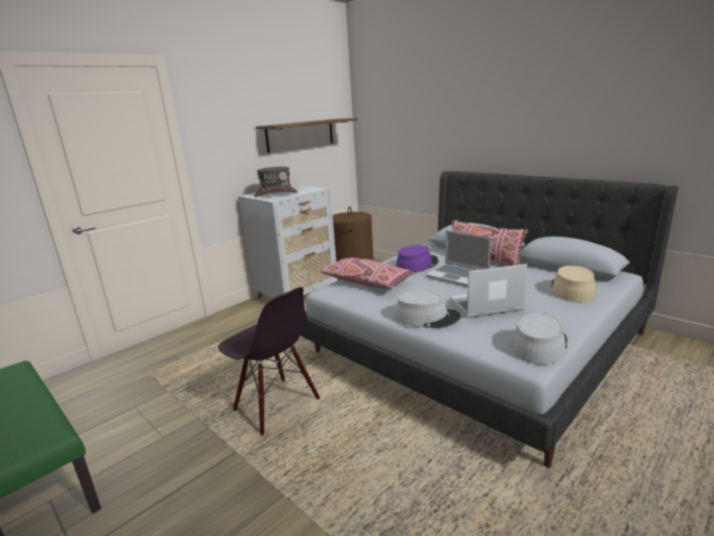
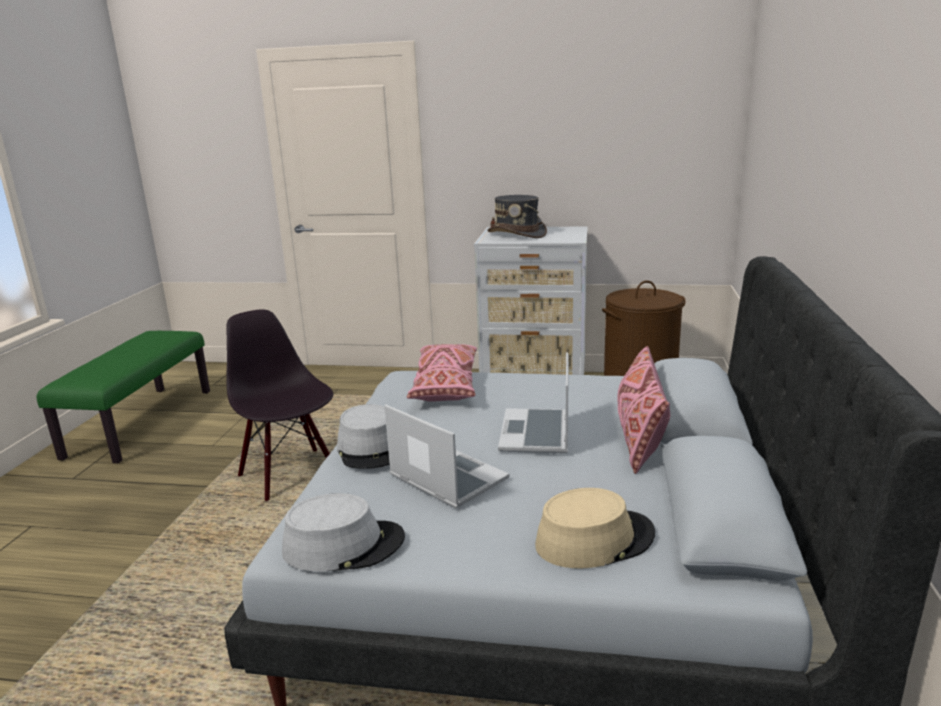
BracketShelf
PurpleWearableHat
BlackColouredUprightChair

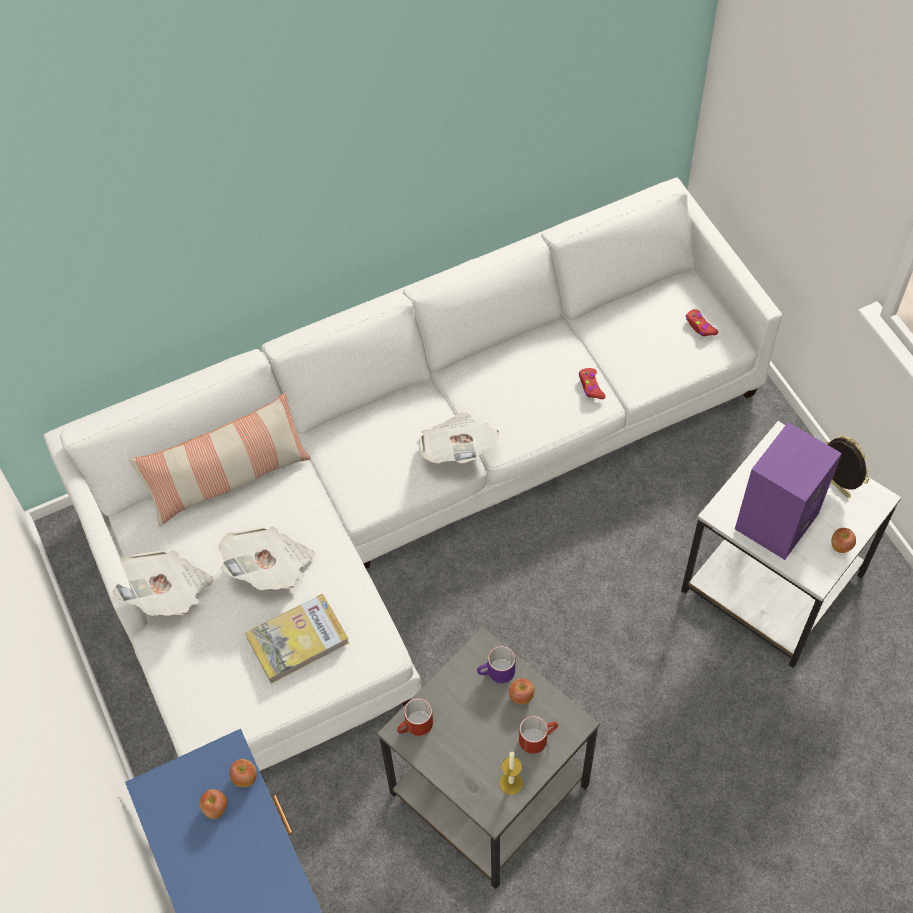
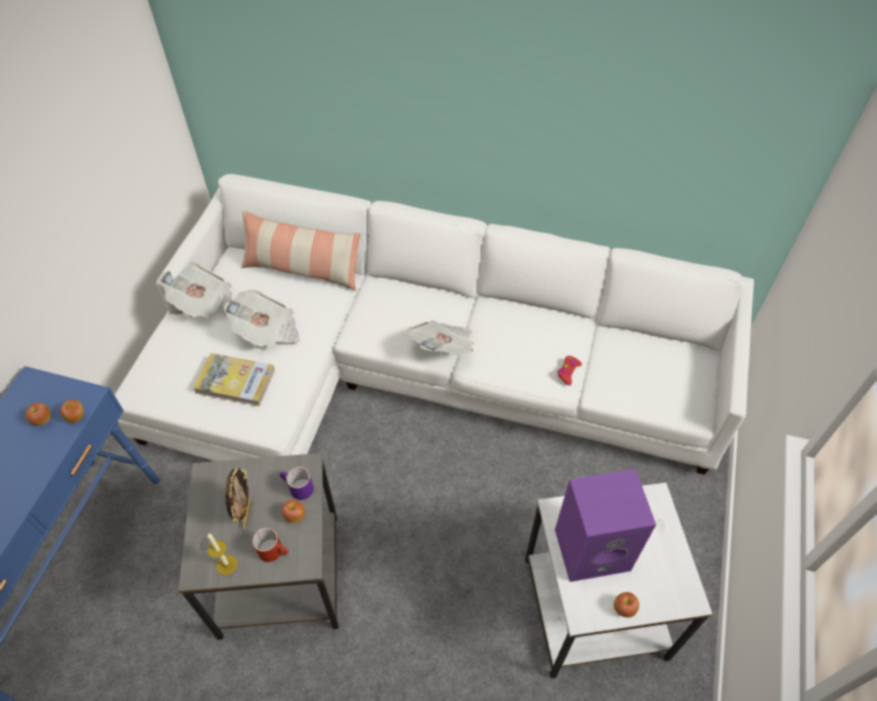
RedGamepad (2nd from left in the first image)
StandingFrame
RedCoffeeMug (1st from left in the first image)

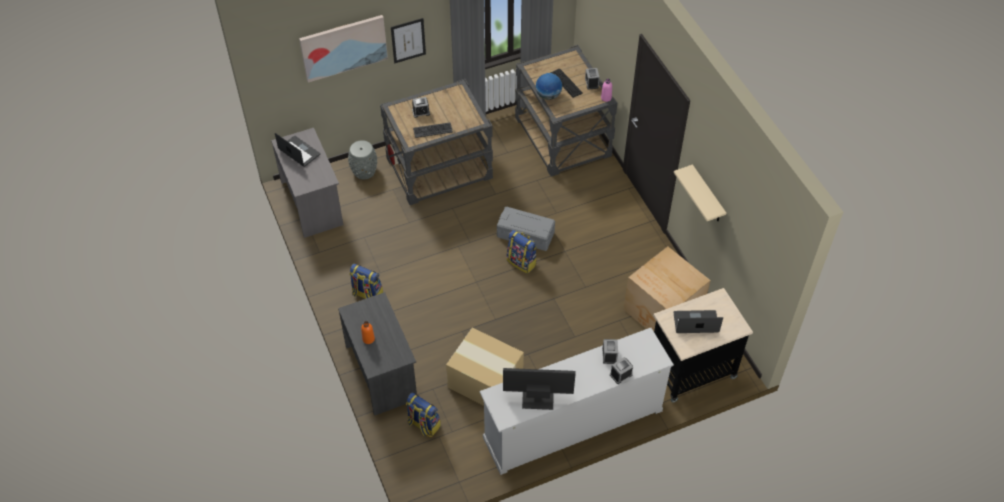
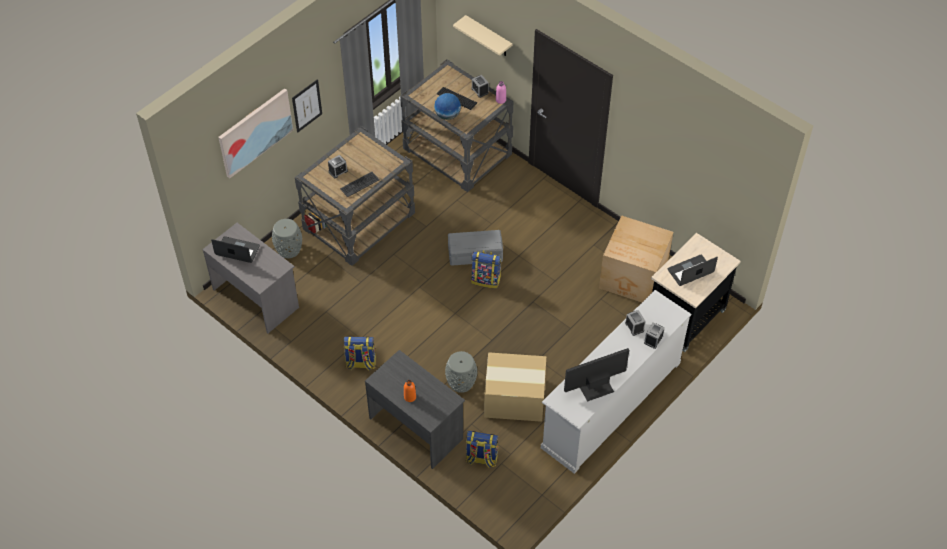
BeigeBracketShelf
GreyishStool (2nd from left)

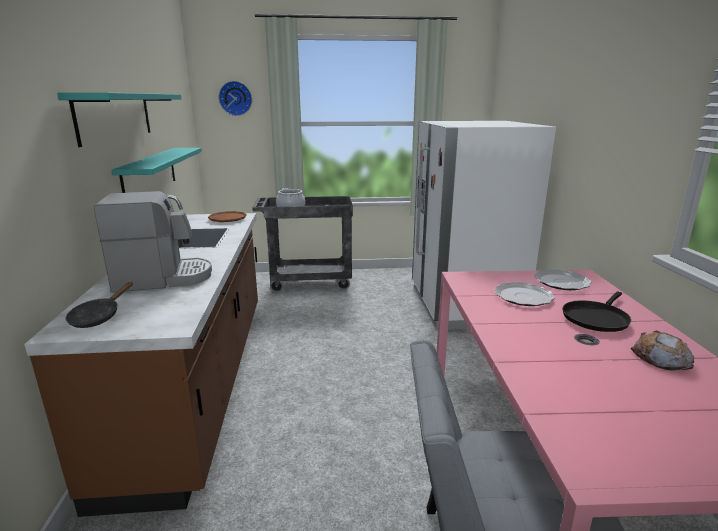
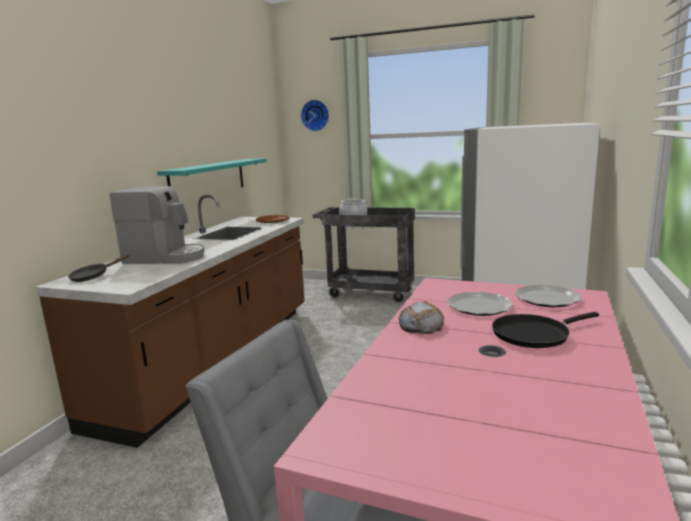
TurquoiseColouredBracketShelf (1st from left in the first image)
BakeryBread

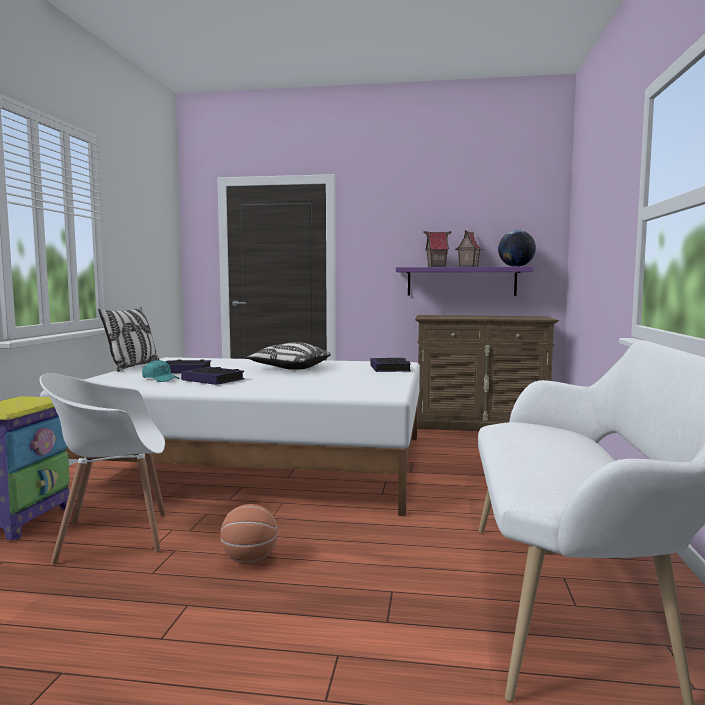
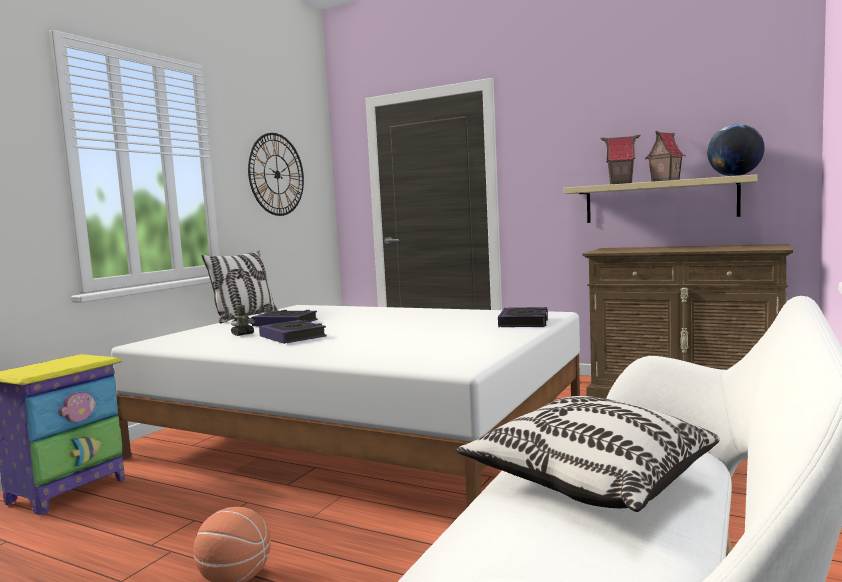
BeigeBracketShelf
Pillow (2nd from left)
ModelRobot
WhiteUprightChair
WallClock

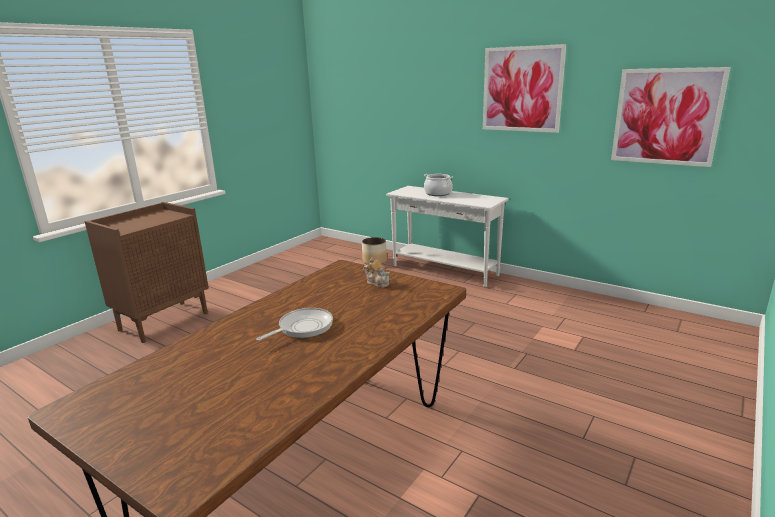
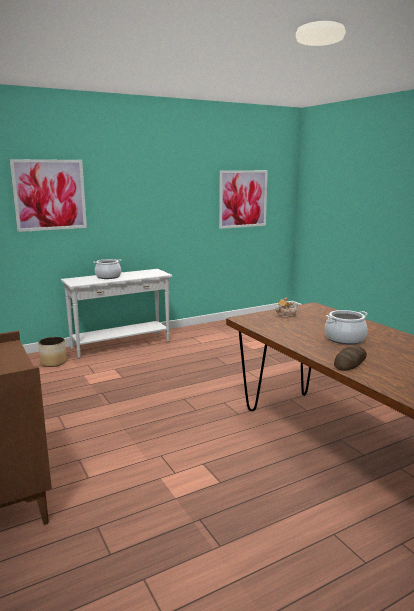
WallArt (1st from left)
CookingPot (2nd from left)
BakeryBread

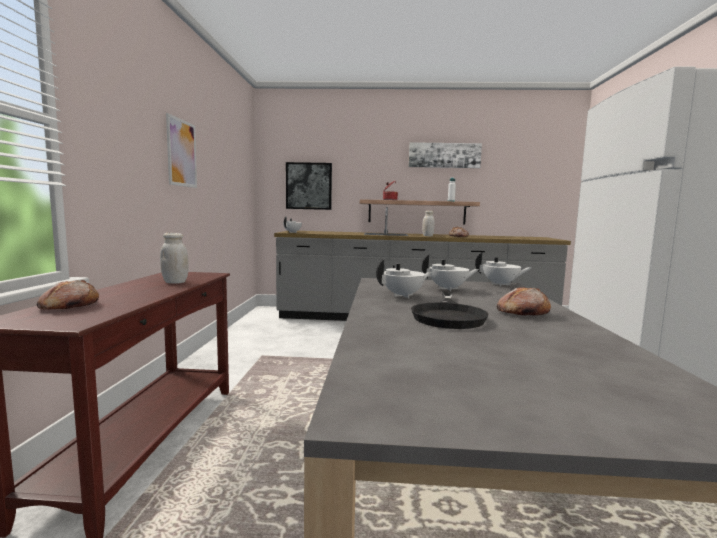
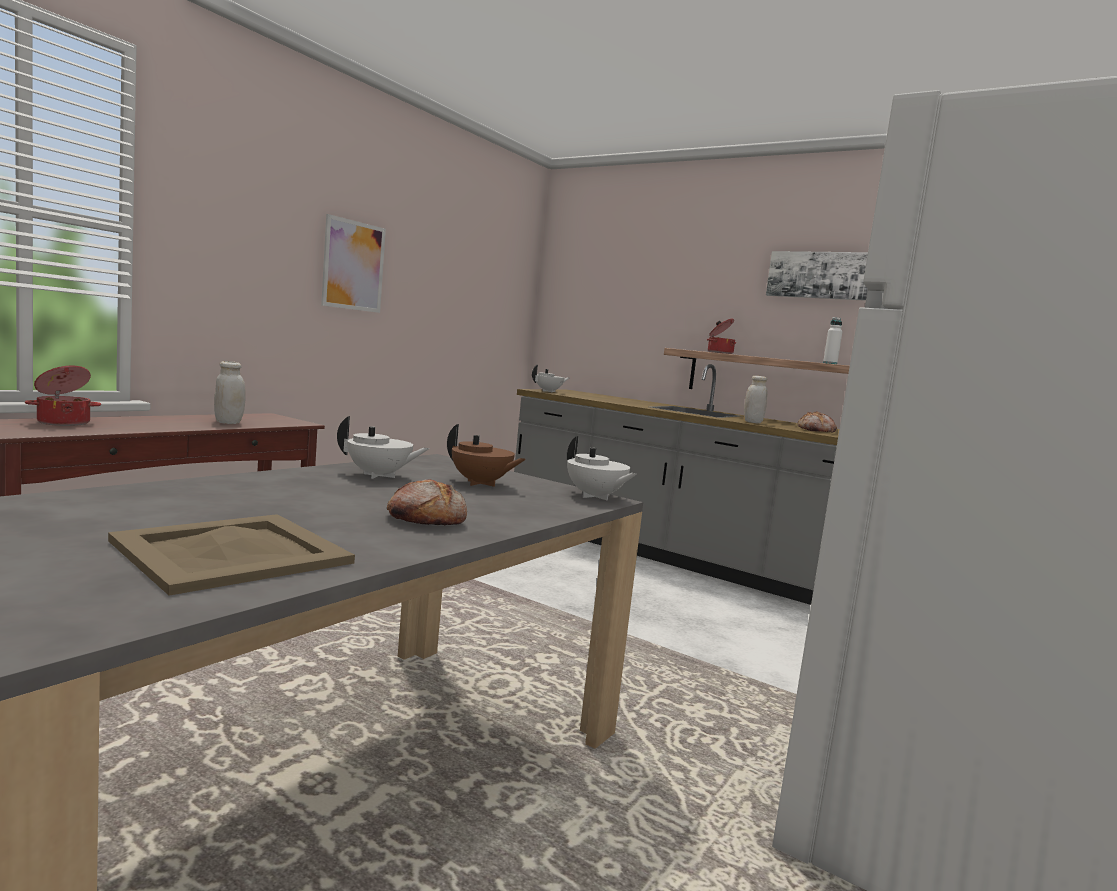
WallArt (2nd from left in the first image)
BrownColouredTeaPot
CookingPot (1st from left)
BlackColouredFryingPan
BeigeCarryingTray

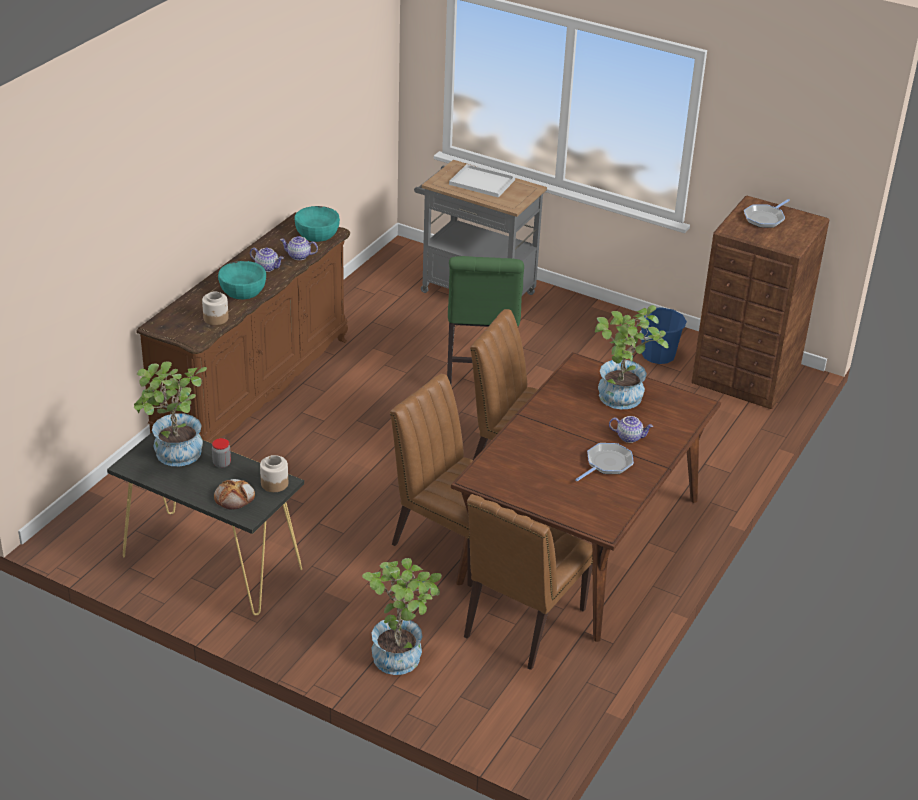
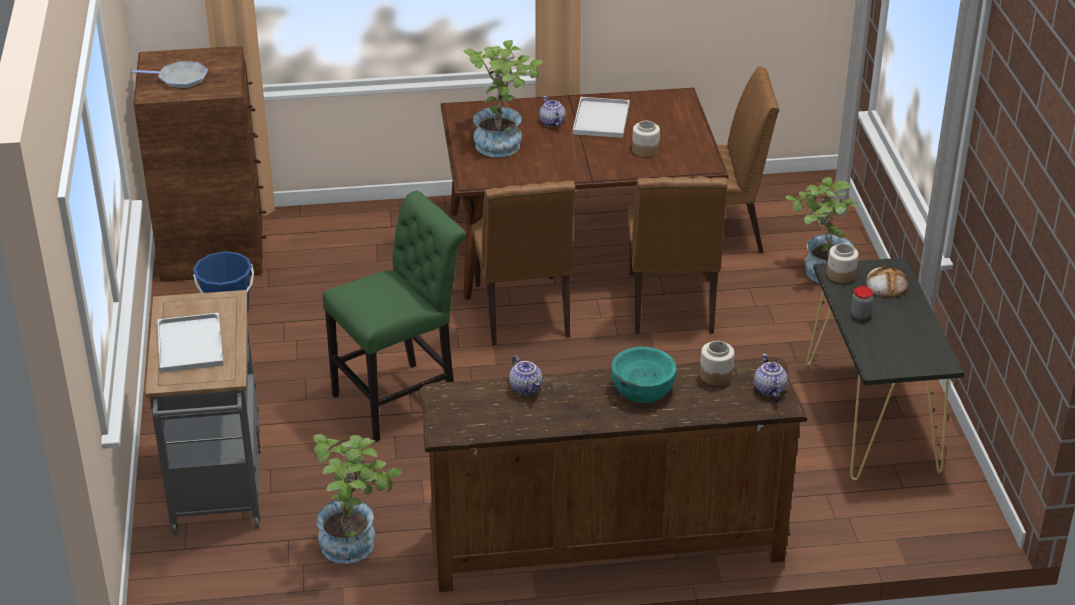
TurquoiseColouredServingBowl (2nd from left in the first image)
TeaPot (3rd from left)
Houseplant (1st from left)
WhiteCarryingTray (2nd from left)
Jar (1st from left)

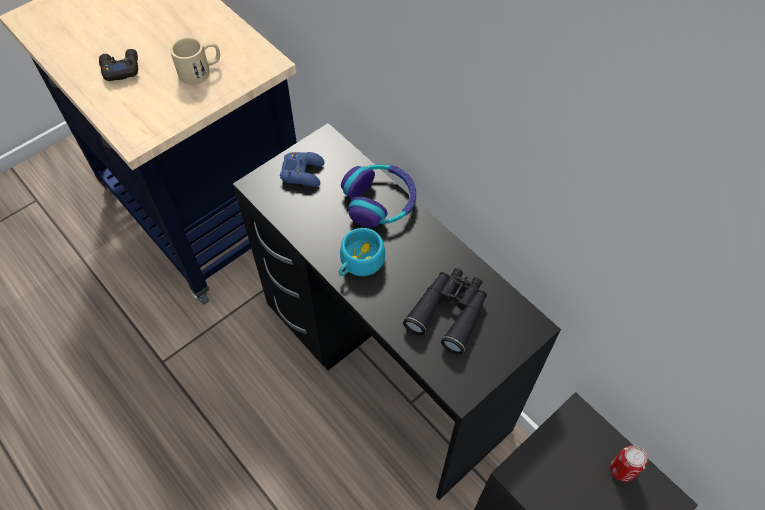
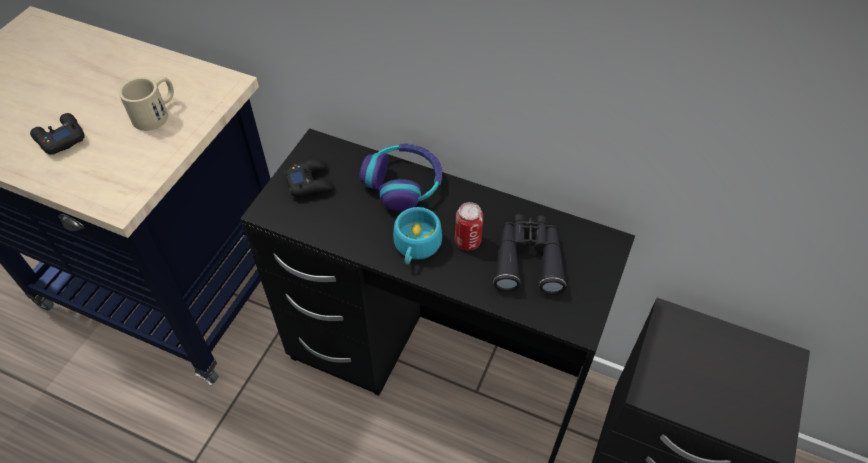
BlackColouredGamepad (2nd from left)
Can

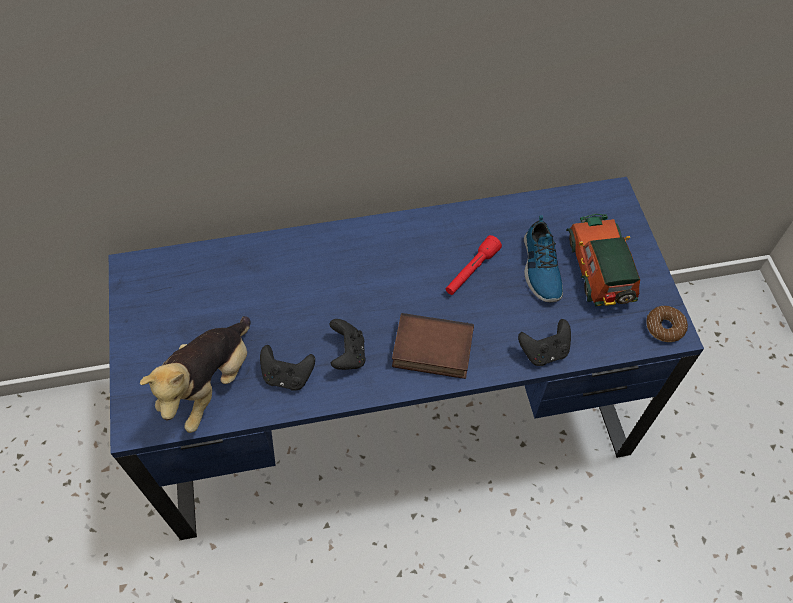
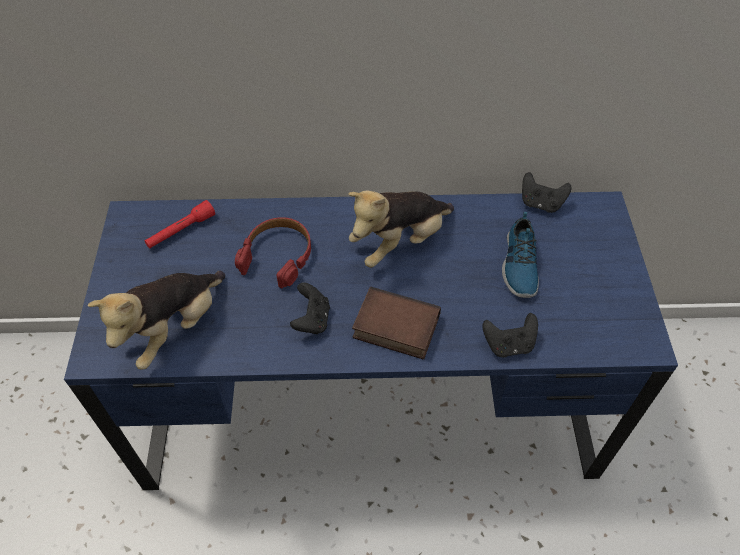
MiniatureCar
RedHandTorch
Doughnut
BlackColouredGamepad (3rd from left)
SoftToy (2nd from left)
RedPairOfHeadphones

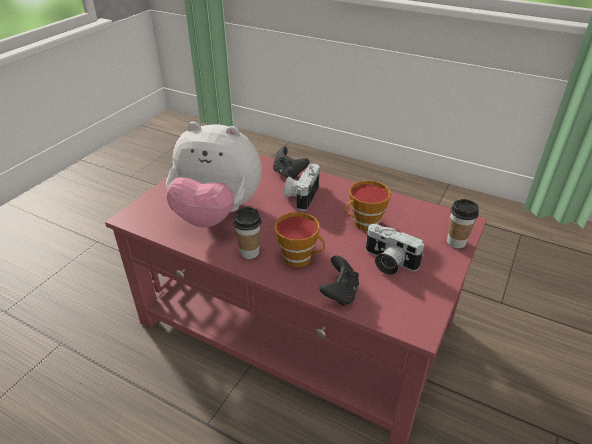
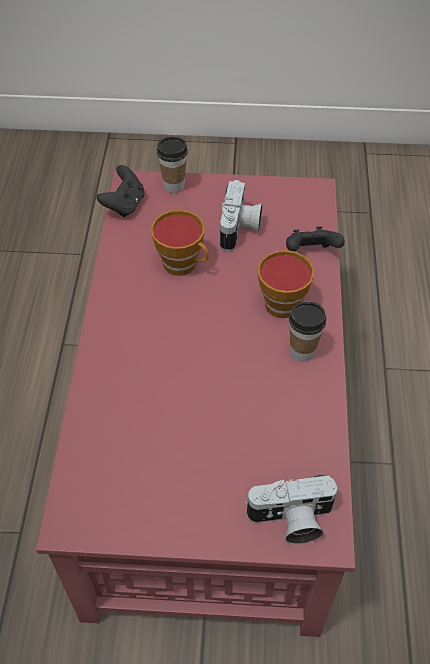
SoftToy
BlackColouredGamepad (1st from left)
PhotoCamera (2nd from left)

